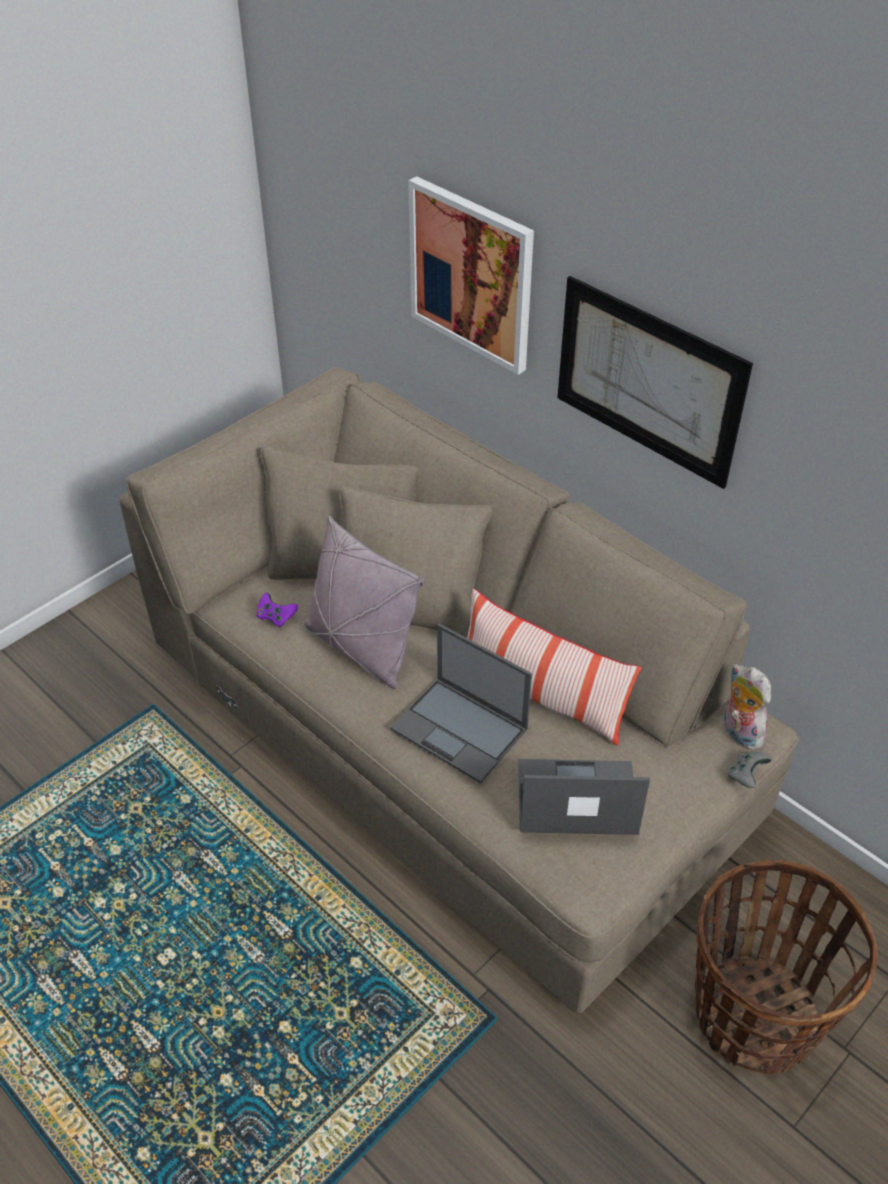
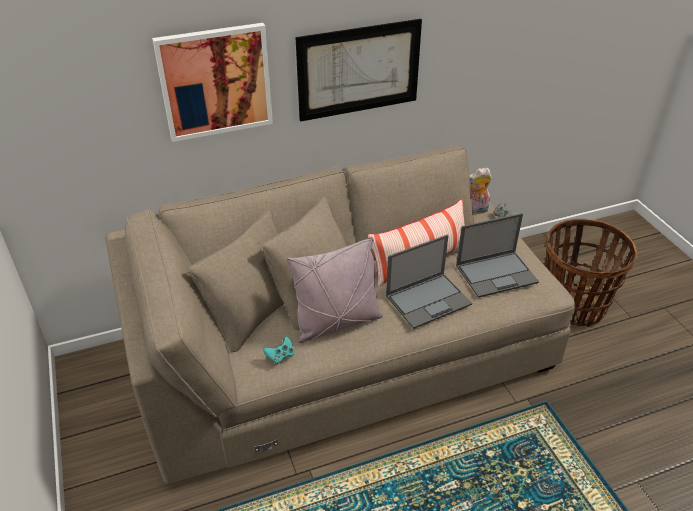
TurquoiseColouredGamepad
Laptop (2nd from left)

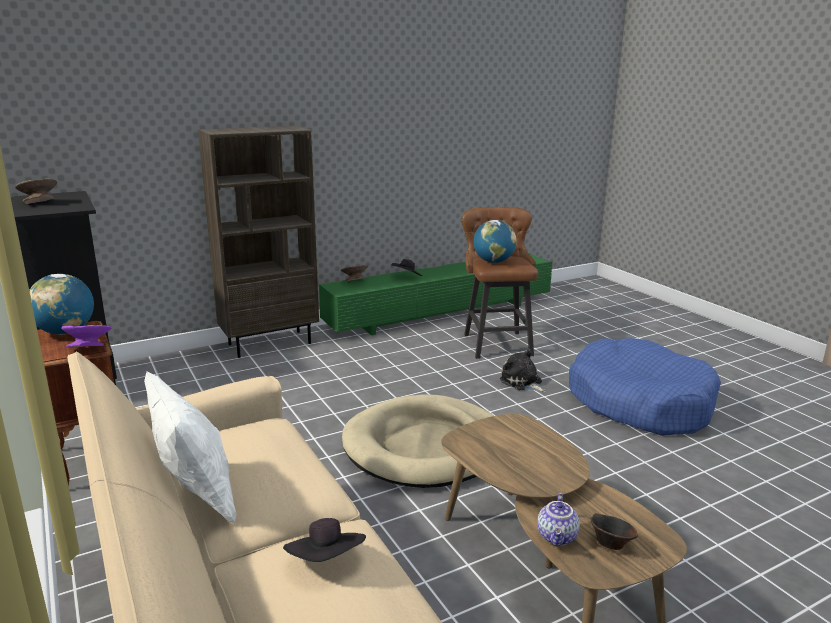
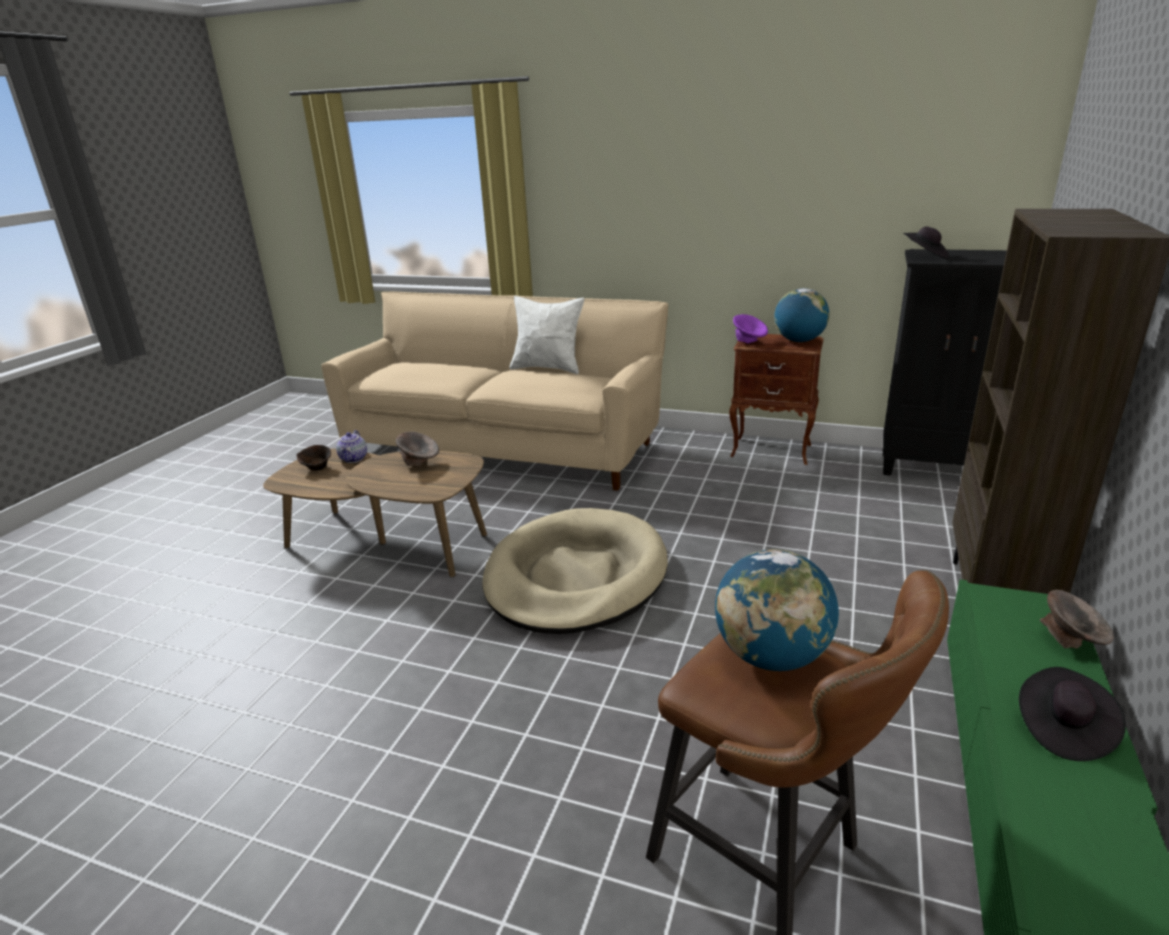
GreyishServingBowl (1st from left)
BluishDogBed
SoftToy
TeaPot
BlackColouredWearableHat (1st from left)

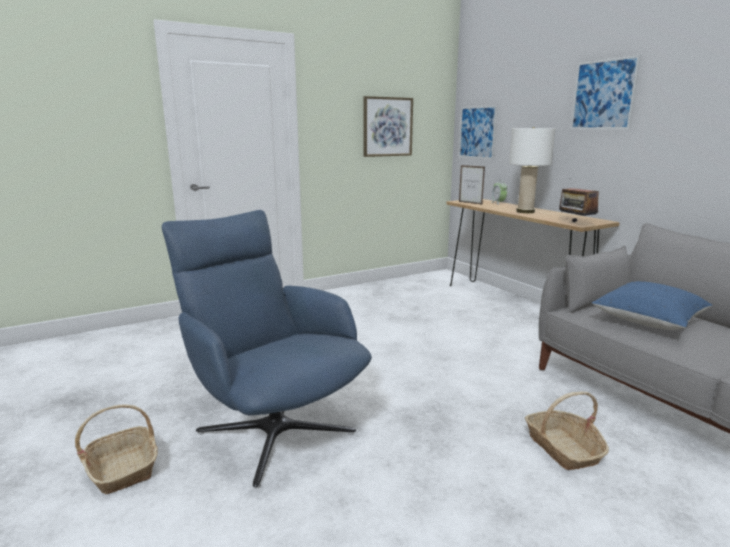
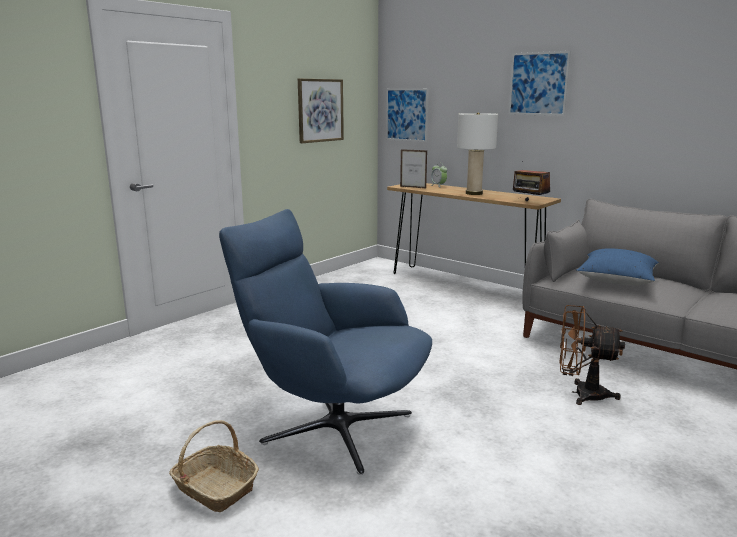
BrownColouredElectricFan

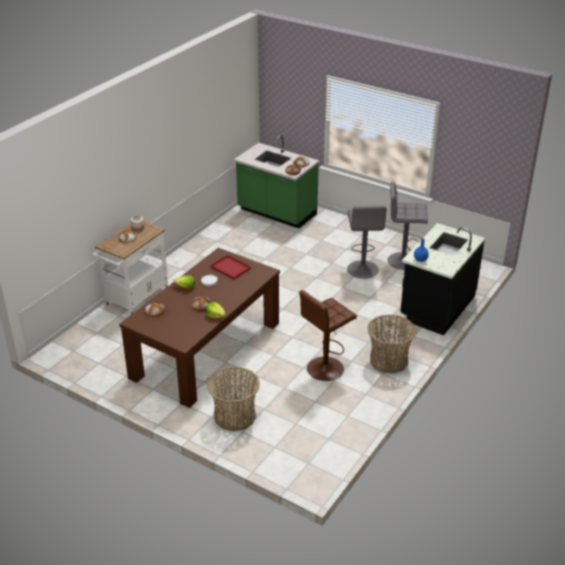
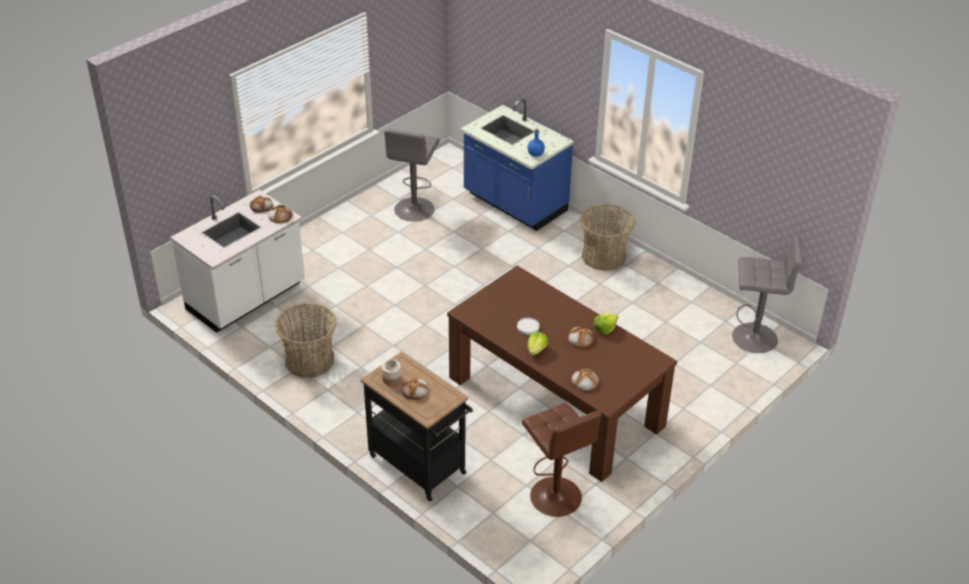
WhiteKitchenBaseUnit
GreyishStool (2nd from left)
BlackColouredCart
BluishKitchenBaseUnit
RedCarryingTray
BrownColouredStool
Basket (1st from left)

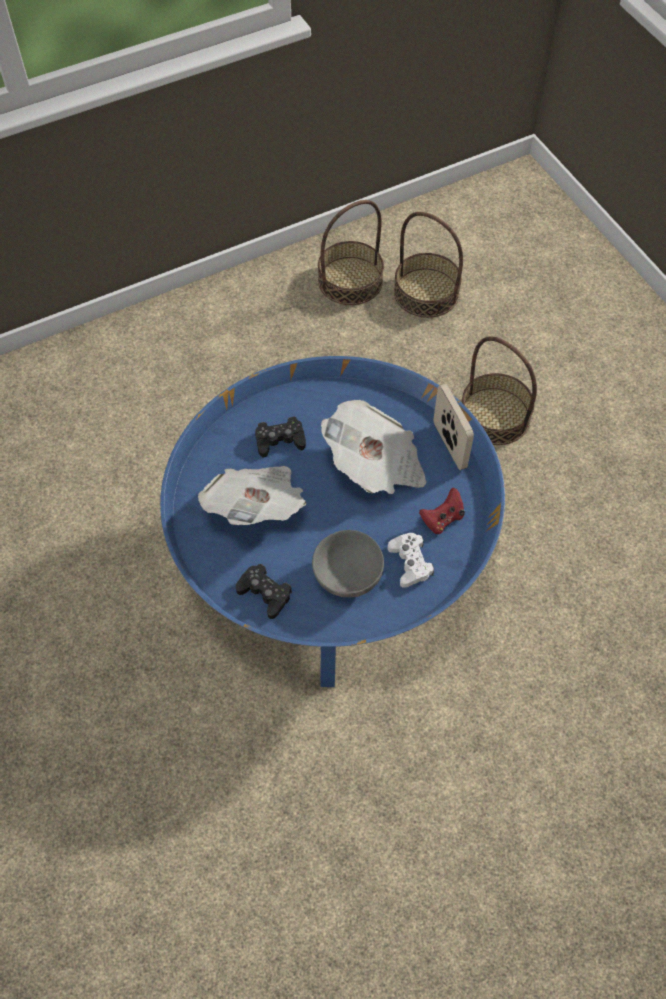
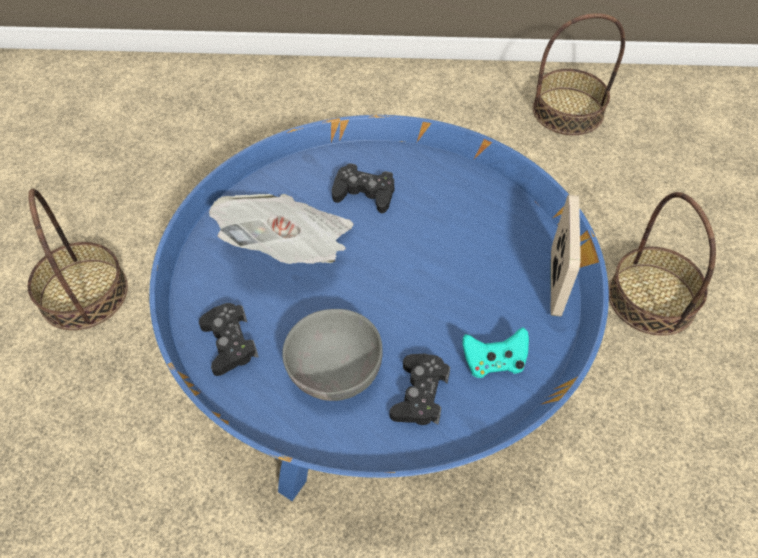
Basket (1st from left)
PrintedPaper (2nd from left in the first image)
TurquoiseColouredGamepad
BlackColouredGamepad (3rd from left)

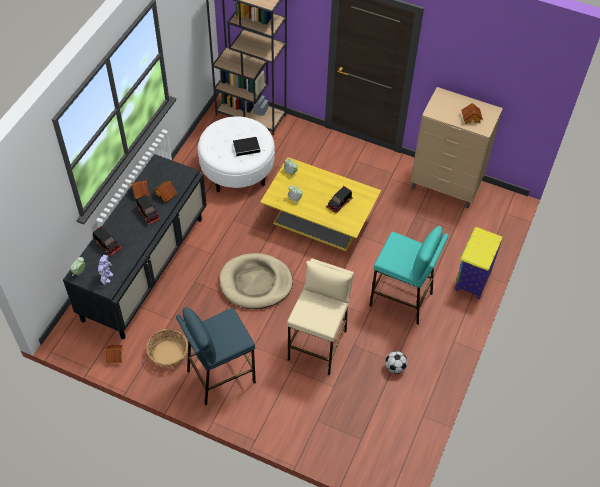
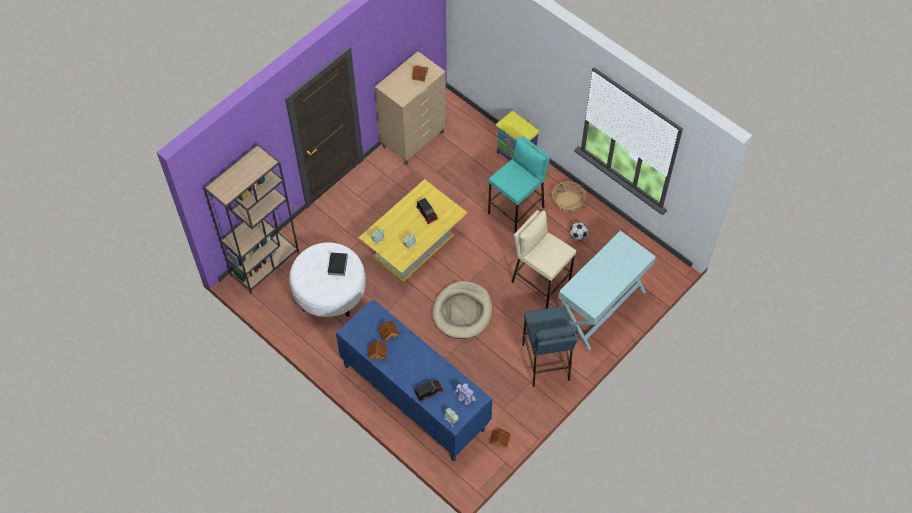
BluishCabinet
ToyTruck (2nd from left in the first image)
Basket
TurquoiseColouredDeskUnit

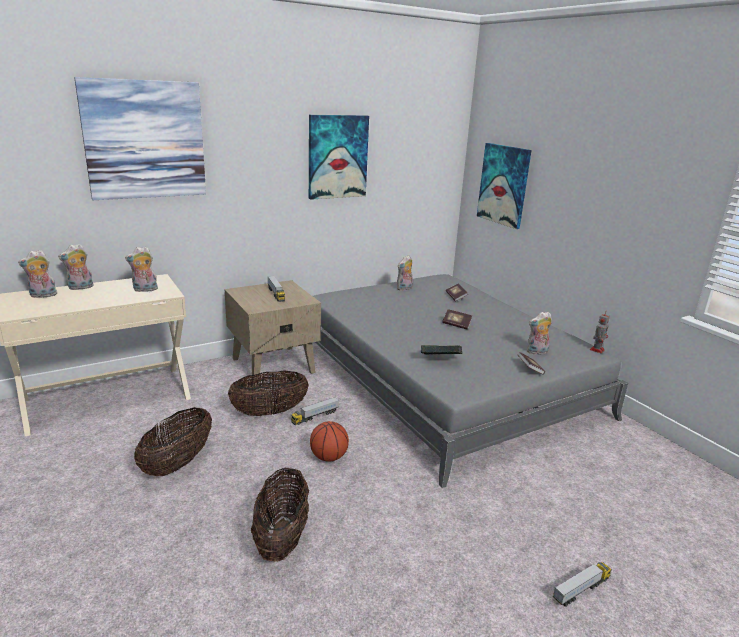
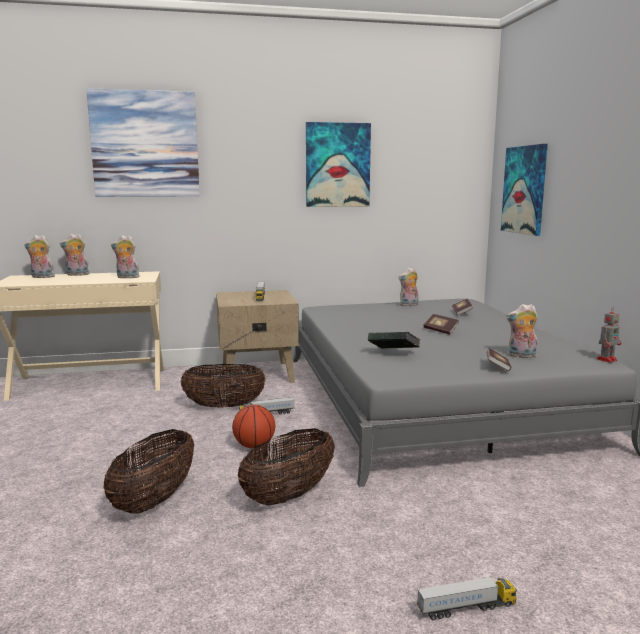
Basket (3rd from left)

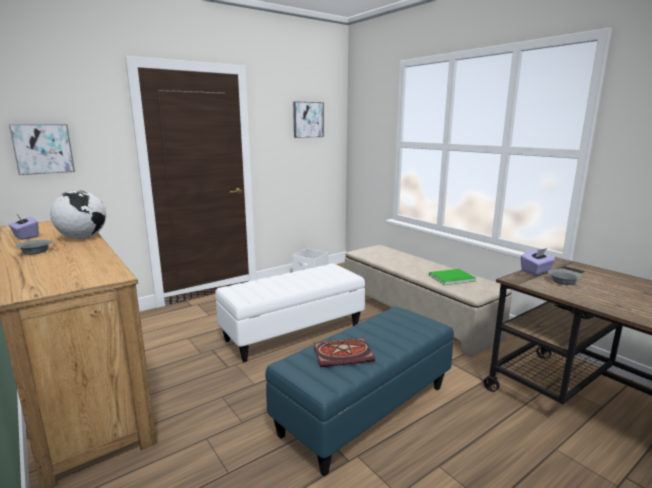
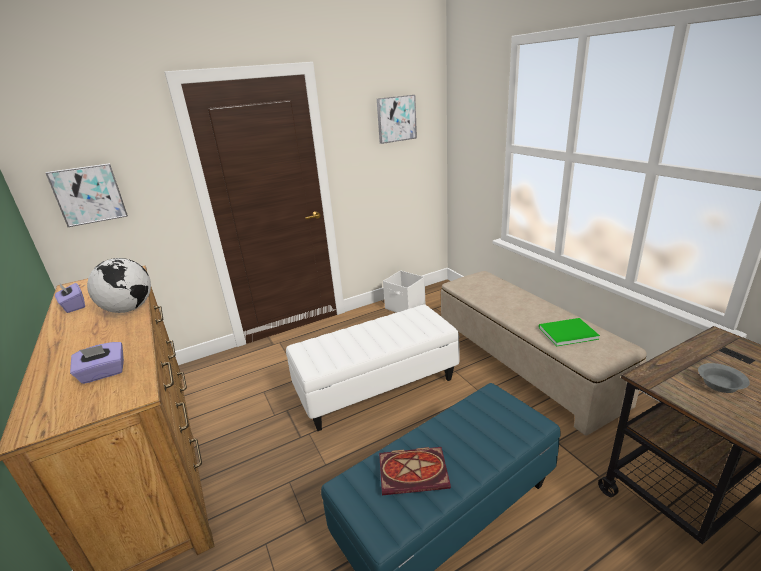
GreyishServingBowl (1st from left in the first image)
PurpleTissueHolder (2nd from left)

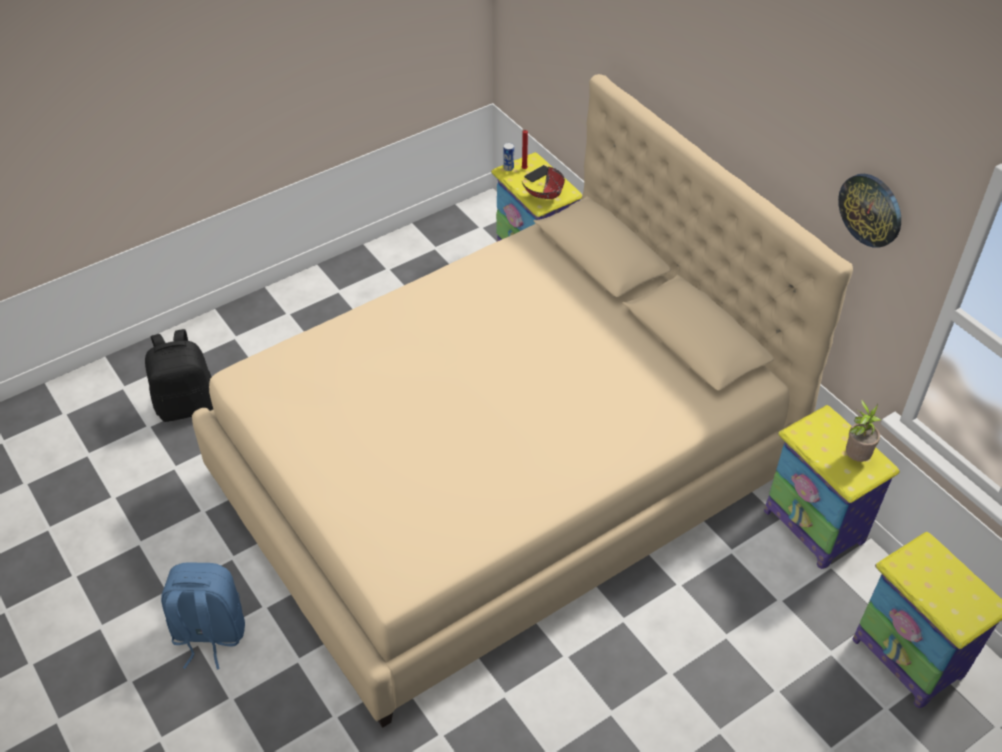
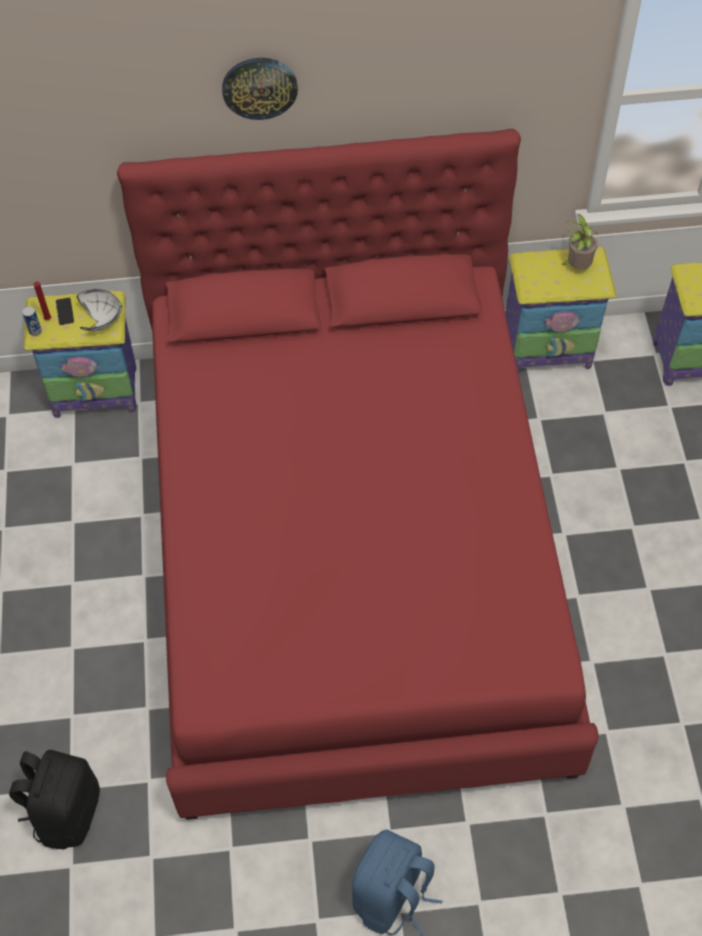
RedBed
WhiteServingBowl
WallClock

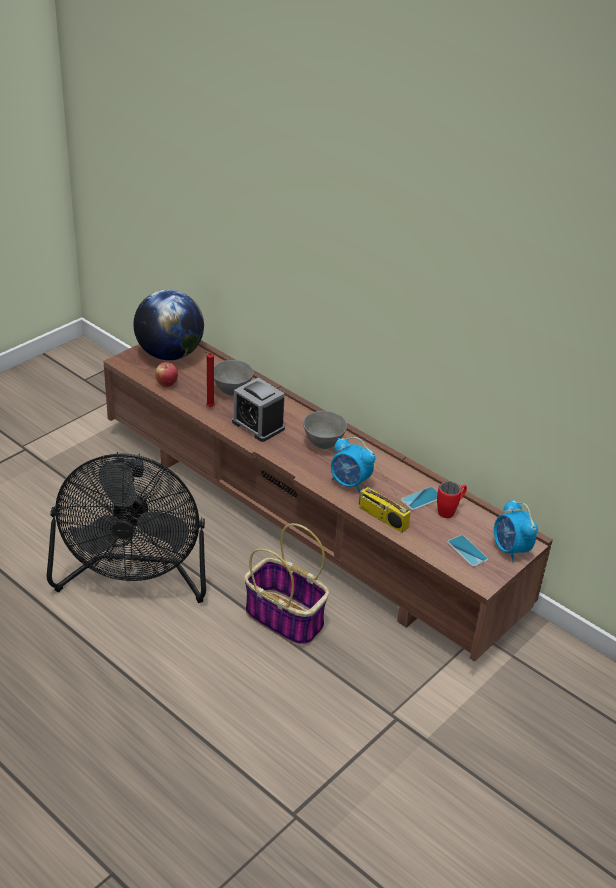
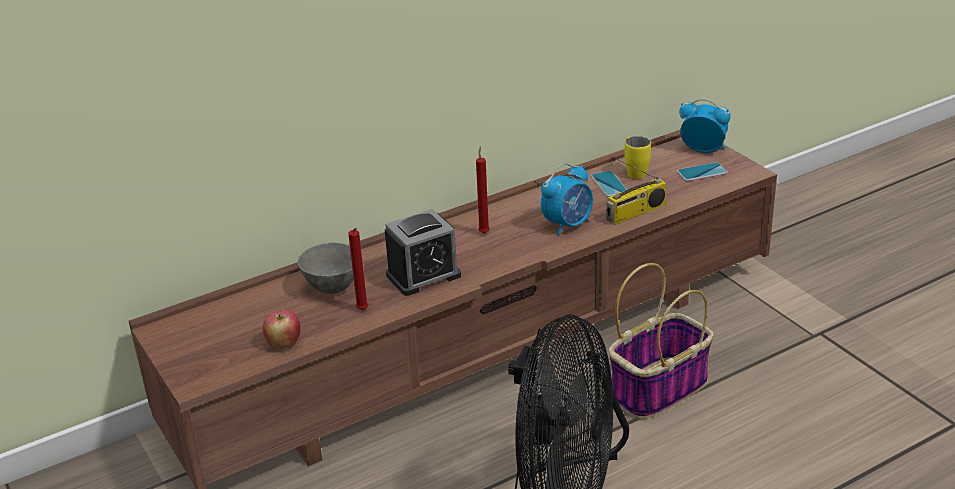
Globe
RedWaxCandle (2nd from left)
YellowColouredCoffeeMug
AlarmClock (3rd from left)

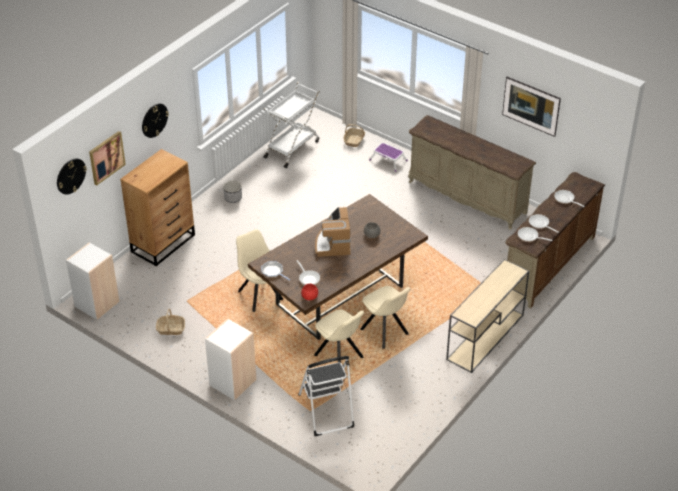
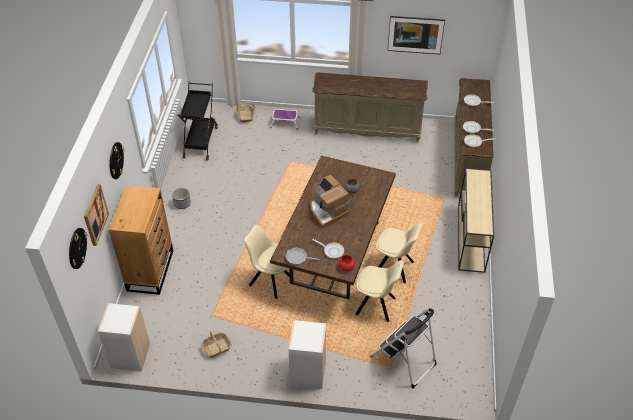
BlackColouredCart

